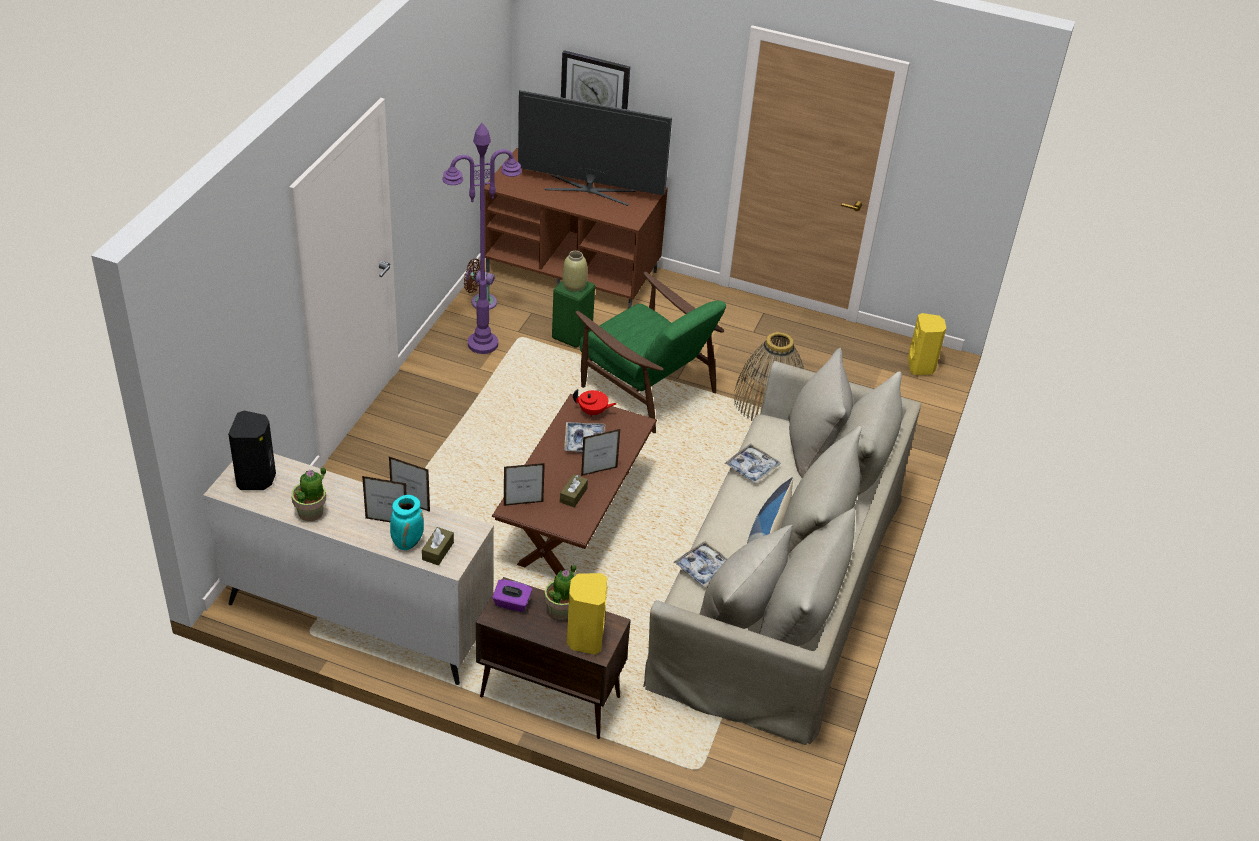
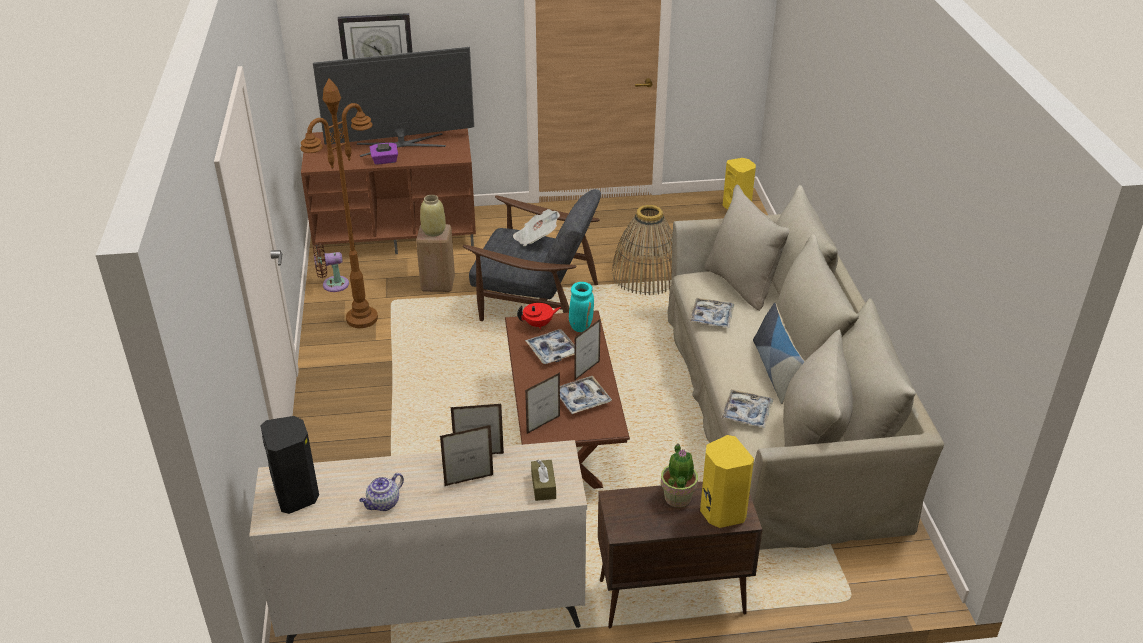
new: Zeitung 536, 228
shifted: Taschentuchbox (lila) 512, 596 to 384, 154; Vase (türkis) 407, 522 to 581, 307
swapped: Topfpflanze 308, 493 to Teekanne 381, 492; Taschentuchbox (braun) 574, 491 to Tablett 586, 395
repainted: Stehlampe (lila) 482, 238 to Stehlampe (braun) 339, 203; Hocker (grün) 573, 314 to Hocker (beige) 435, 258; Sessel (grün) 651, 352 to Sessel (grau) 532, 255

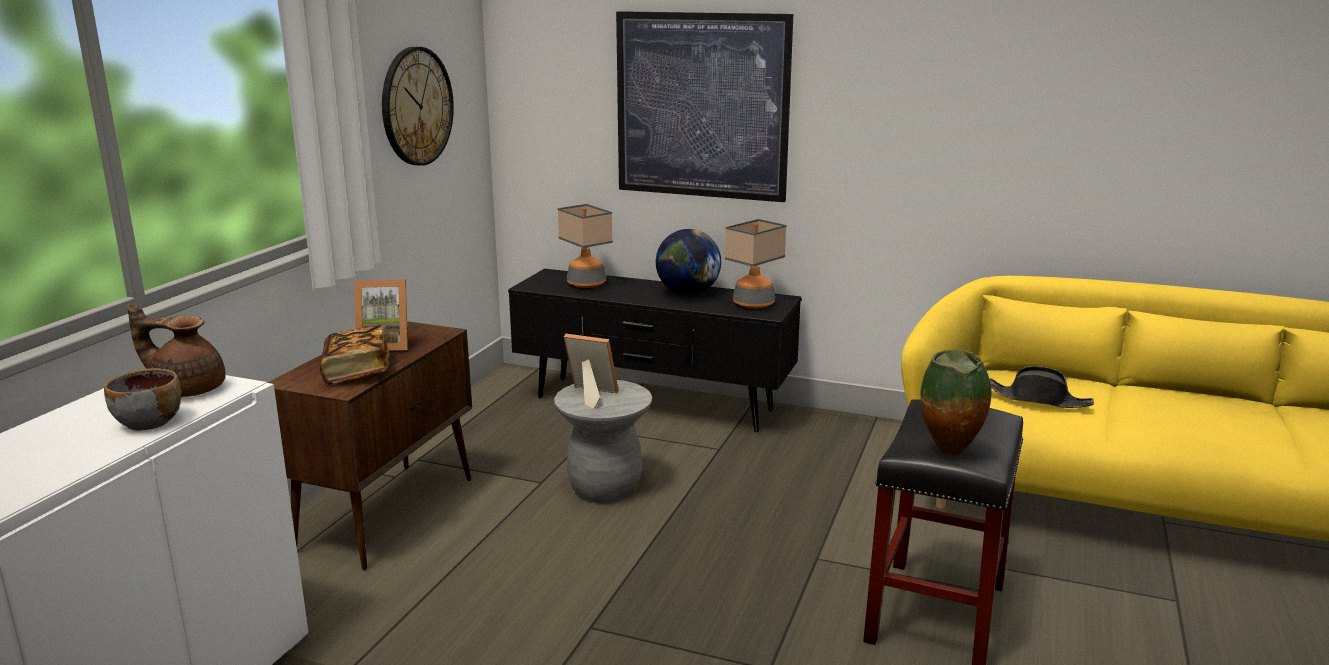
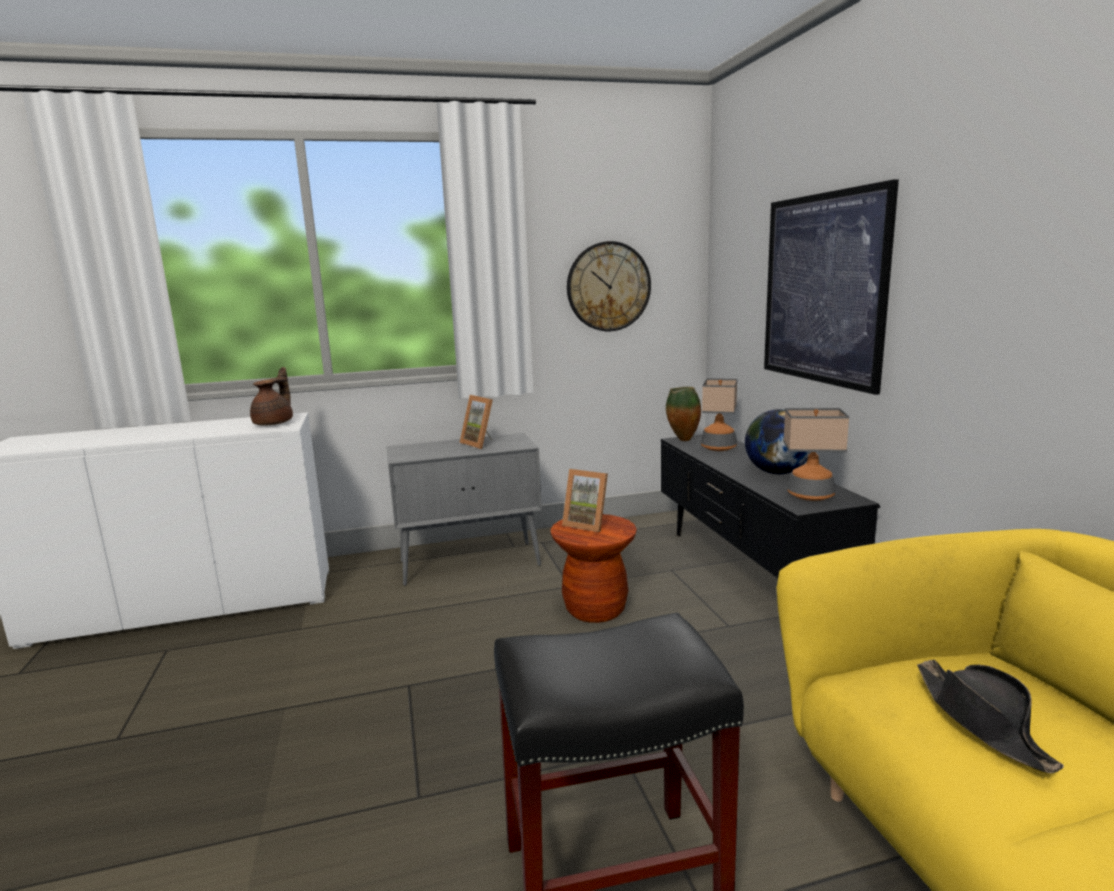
gone: Schüssel (grau) 142, 399; Buch 355, 355
shifted: Vase 956, 403 to 683, 414
repainted: Schrank (braun) 369, 446 to Schrank (grau) 464, 509; Hocker (grau) 603, 441 to Hocker (braun) 594, 568
rotated: Teekanne (braun) 176, 350 = 271, 396 45 degrees clockwise; Bilderrahmen 591, 371 = 585, 500 135 degrees clockwise

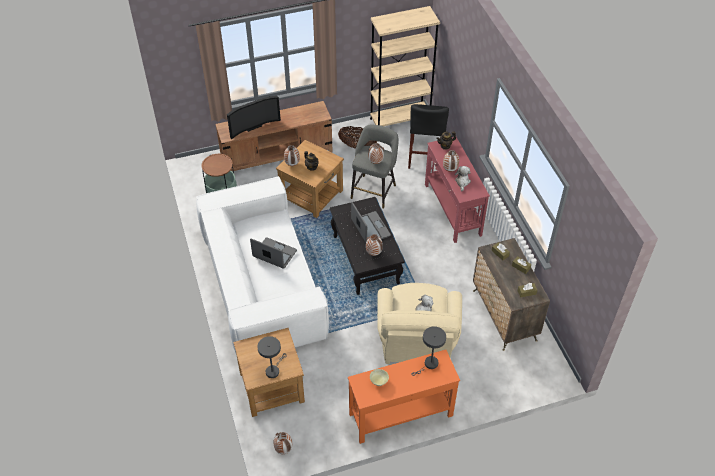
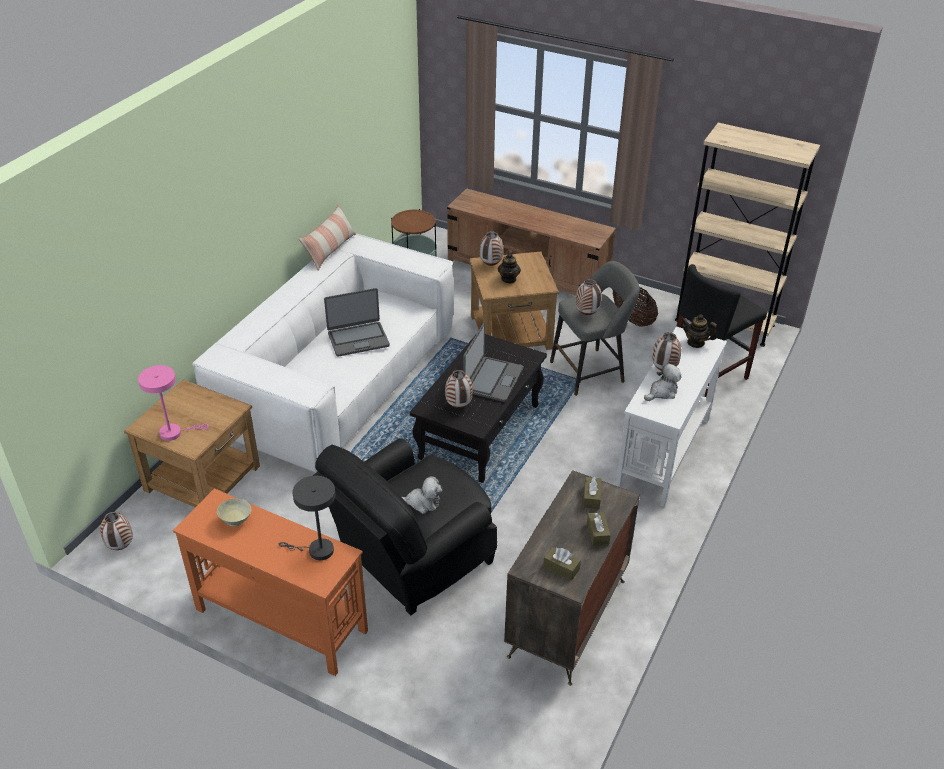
gone: Fernseher 254, 118
new: Kissen 327, 237
repainted: Tischlampe (grau) 272, 357 to Tischlampe (rosa) 173, 403; Sessel (beige) 419, 323 to Sessel (schwarz) 405, 527; Konsolentisch (rot) 457, 190 to Konsolentisch (weiß) 671, 416
rotated: Laptop 273, 253 = 357, 322 90 degrees clockwise

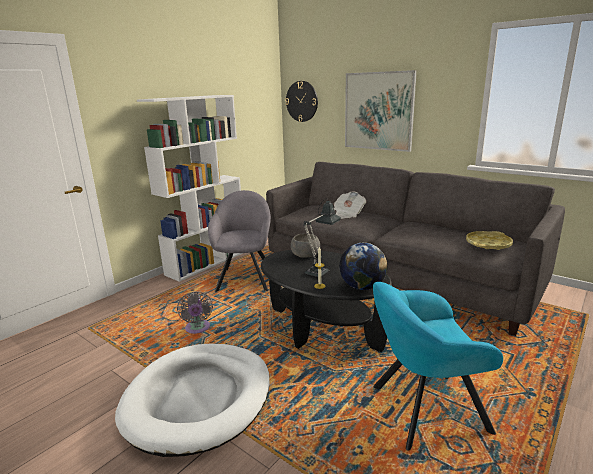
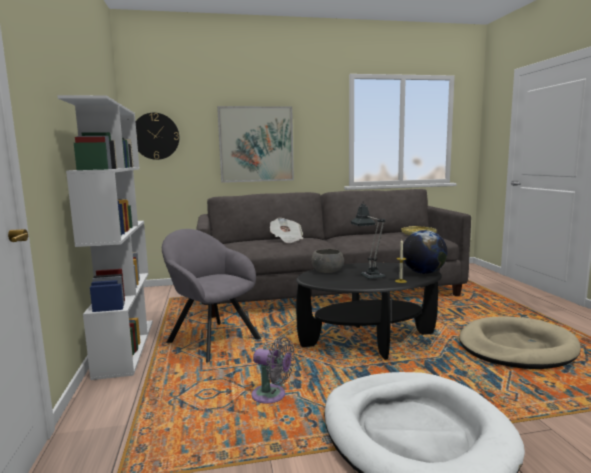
swapped: Sessel (türkis) 438, 366 to Hundebett (beige) 520, 342

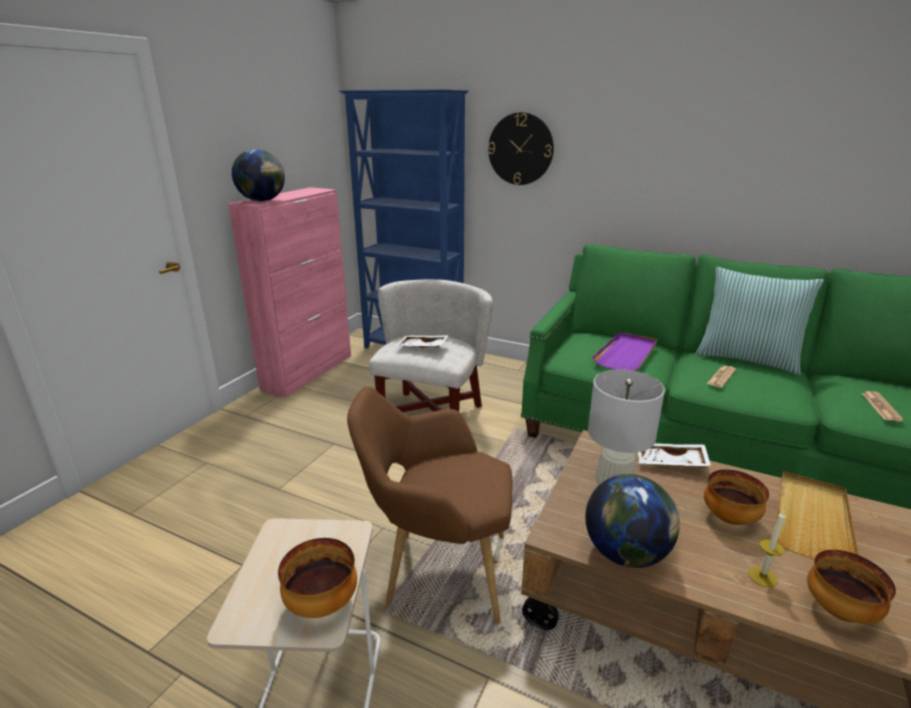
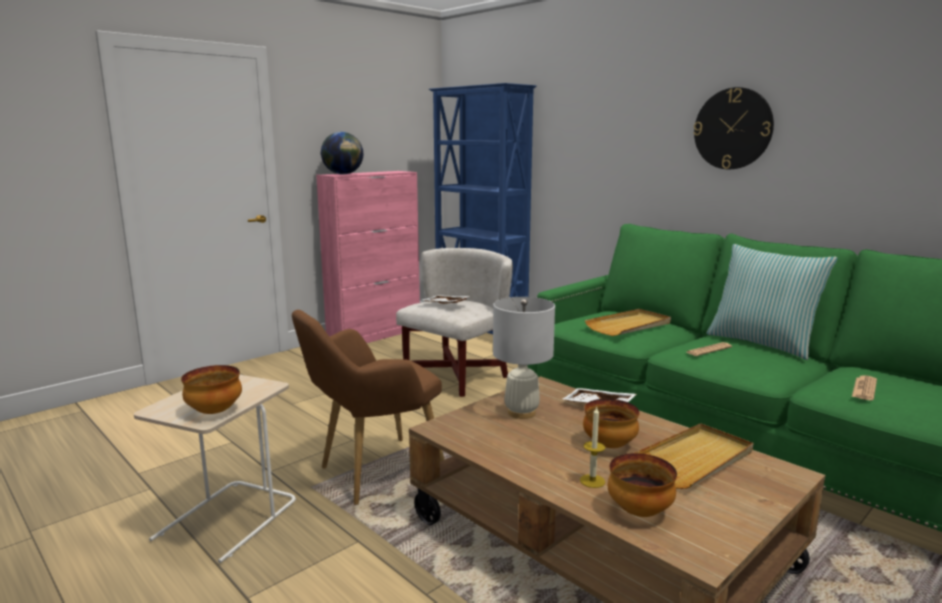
gone: Globus 632, 521
shifted: Wanduhr 521, 148 to 733, 128
repainted: Tablett (lila) 624, 351 to Tablett (beige) 628, 322
rotated: Sessel (braun) 429, 505 = 368, 407 60 degrees counterclockwise

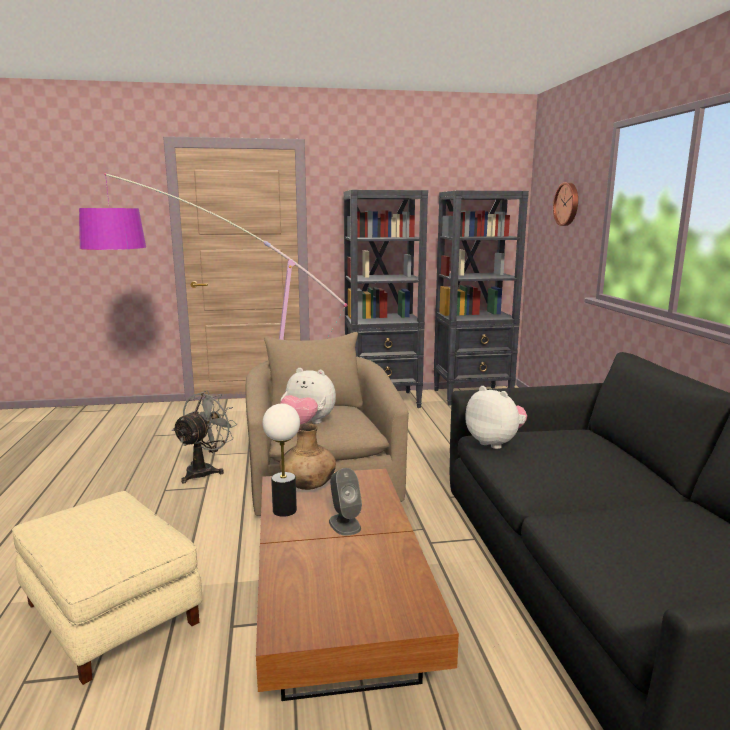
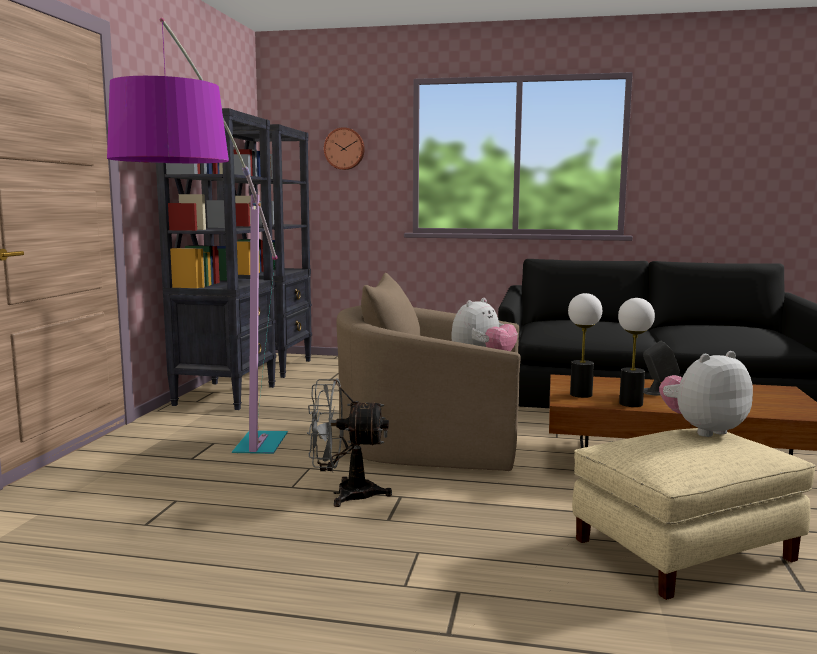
shifted: Plüschtier 496, 417 to 706, 394
swapped: Vase (braun) 307, 456 to Tischlampe 585, 345
rotated: Ventilator (grau) 204, 437 = 349, 442 45 degrees counterclockwise

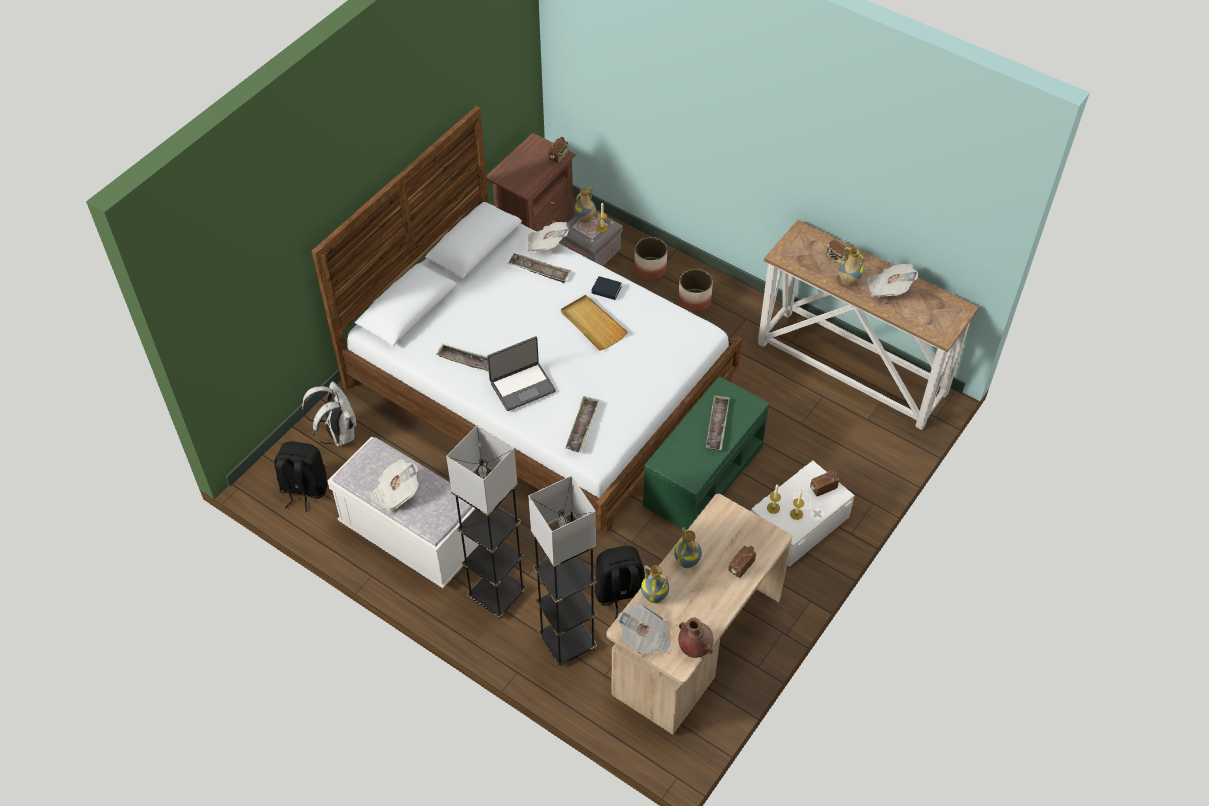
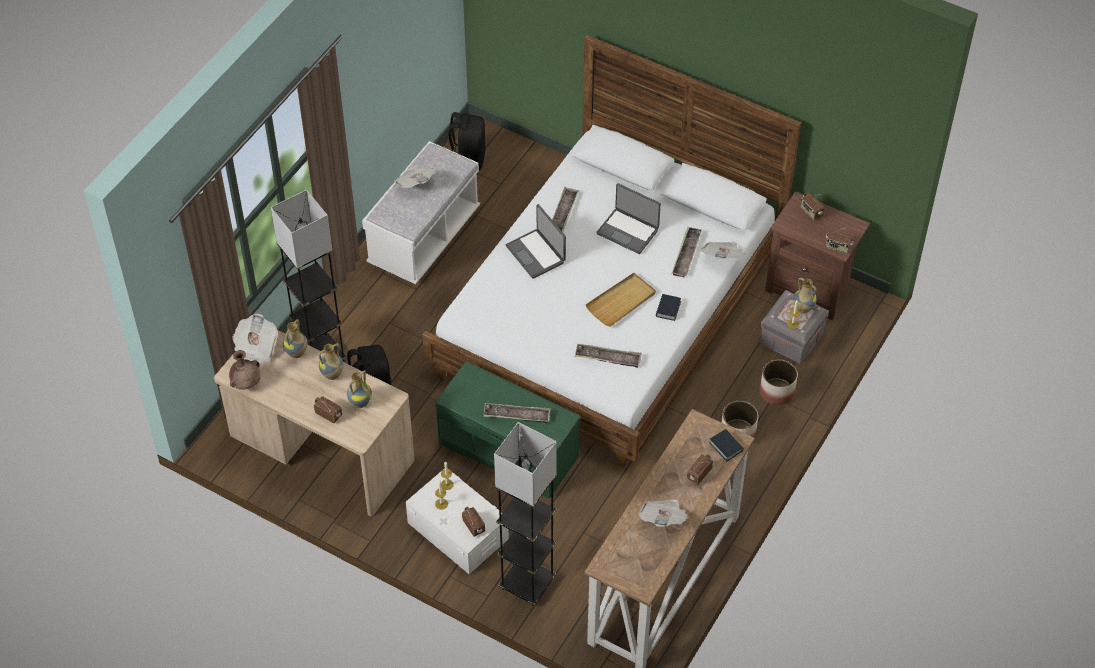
gone: Rucksack (weiß) 329, 413
new: Laptop 628, 218; Buch 726, 445; Radio 812, 206
shifted: Vase 851, 266 to 359, 389; Stehlampe (grau) 486, 522 to 525, 514; Tablett 582, 424 to 608, 356

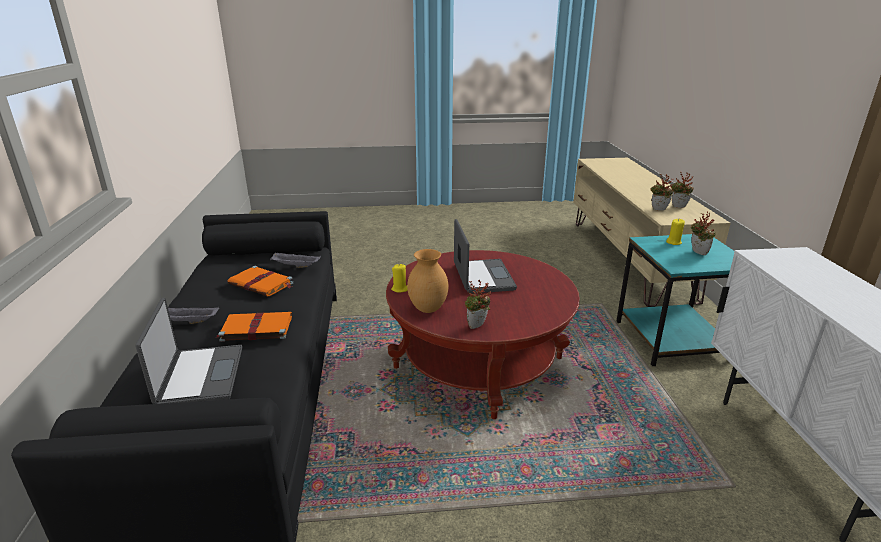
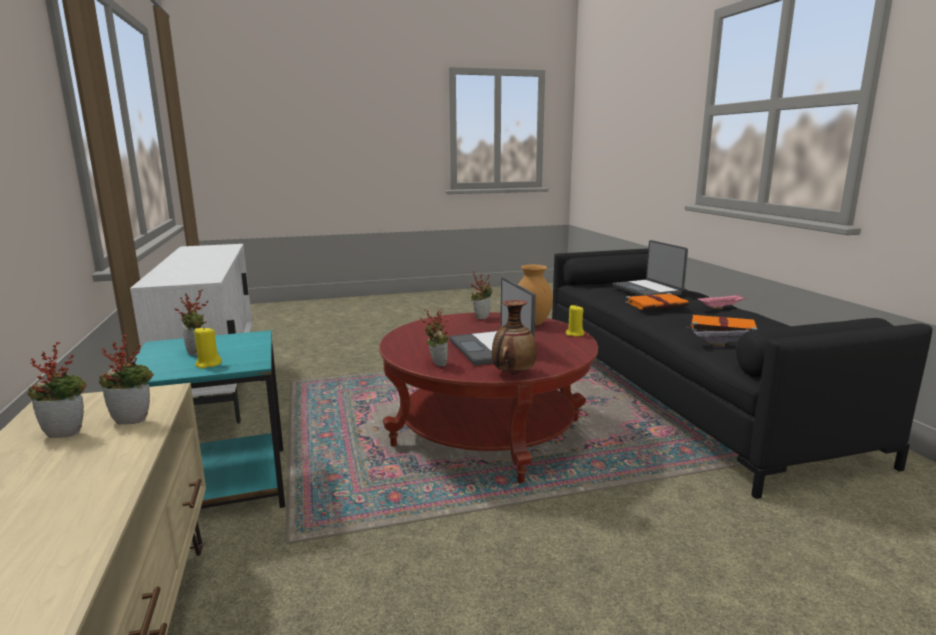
new: Topfpflanze 434, 337; Vase 514, 337
repainted: Tablett (grau) 193, 315 to Tablett (rosa) 722, 301

